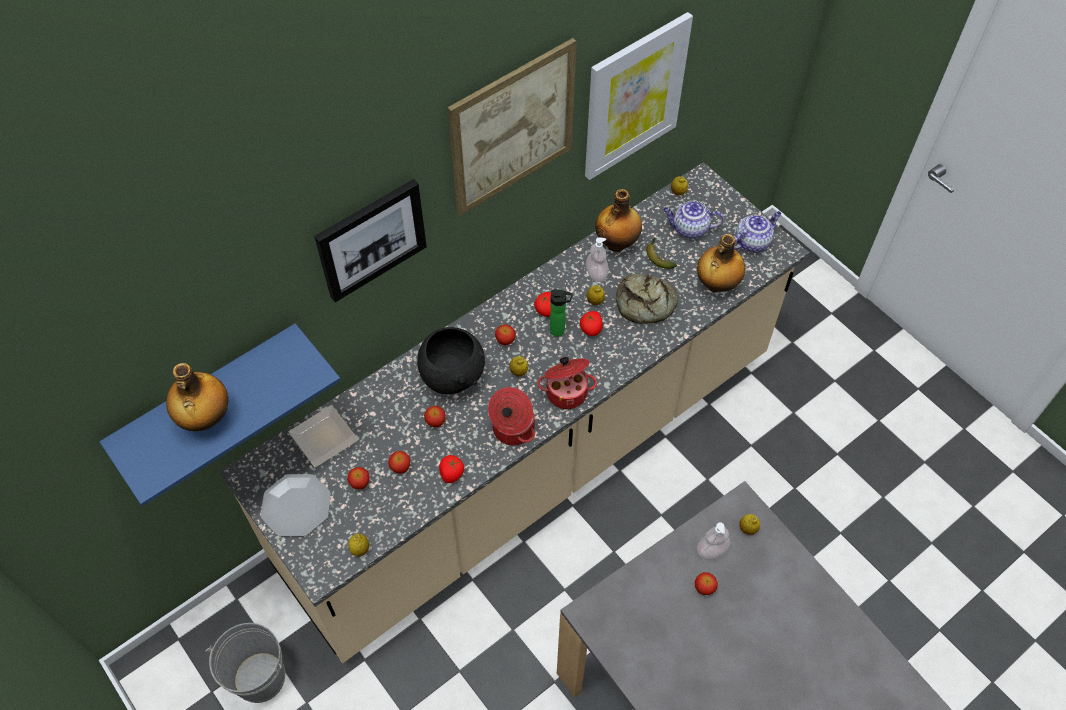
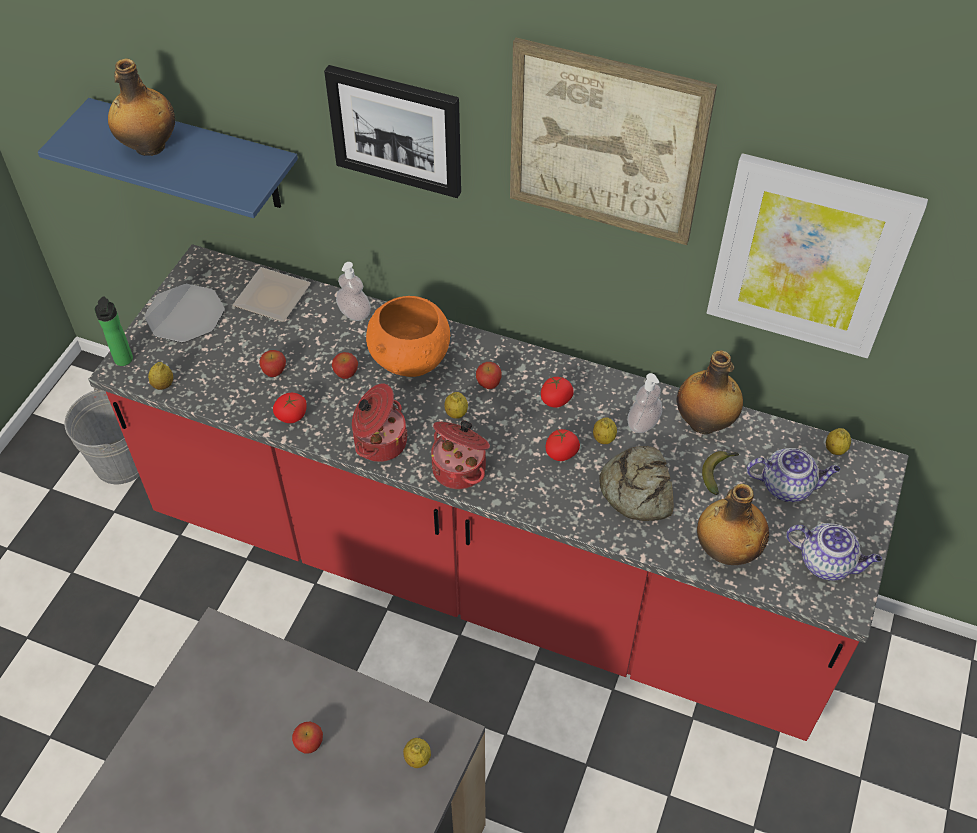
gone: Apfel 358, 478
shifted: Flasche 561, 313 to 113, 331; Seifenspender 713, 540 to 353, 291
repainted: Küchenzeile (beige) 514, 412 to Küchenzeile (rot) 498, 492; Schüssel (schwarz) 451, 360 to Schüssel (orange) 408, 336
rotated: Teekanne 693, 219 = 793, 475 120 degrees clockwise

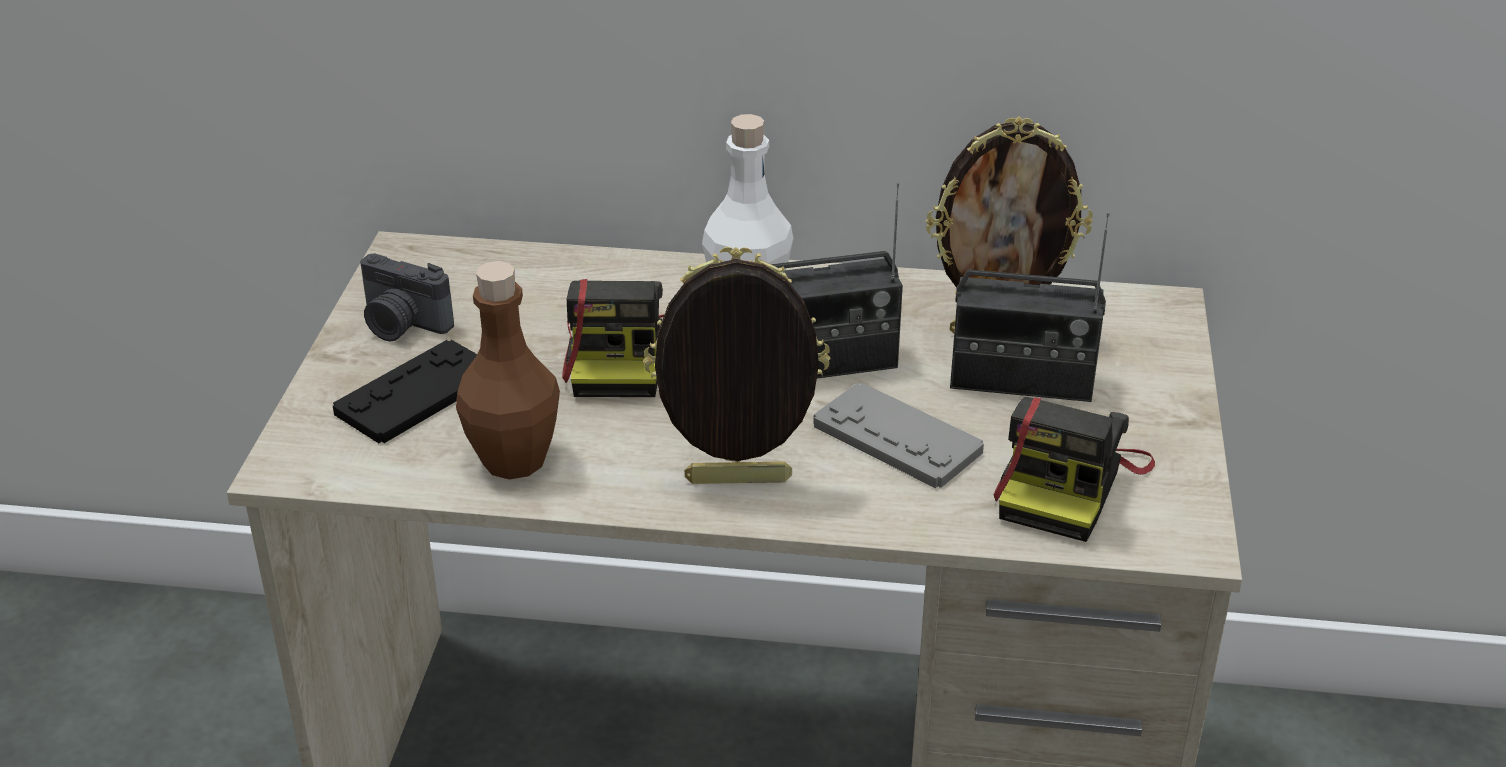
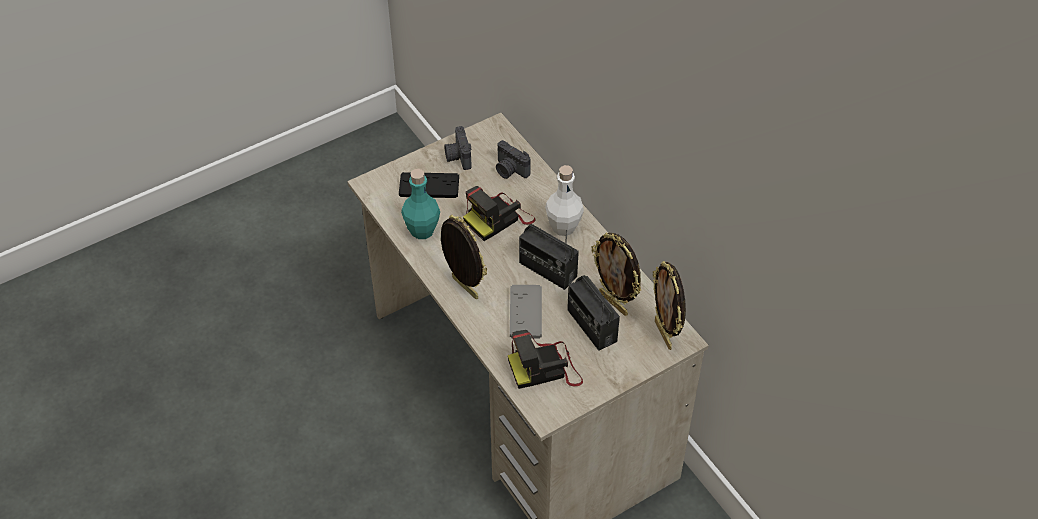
new: Kamera 513, 159; Bilderrahmen 669, 305
repainted: Flasche (braun) 508, 370 to Flasche (türkis) 420, 204

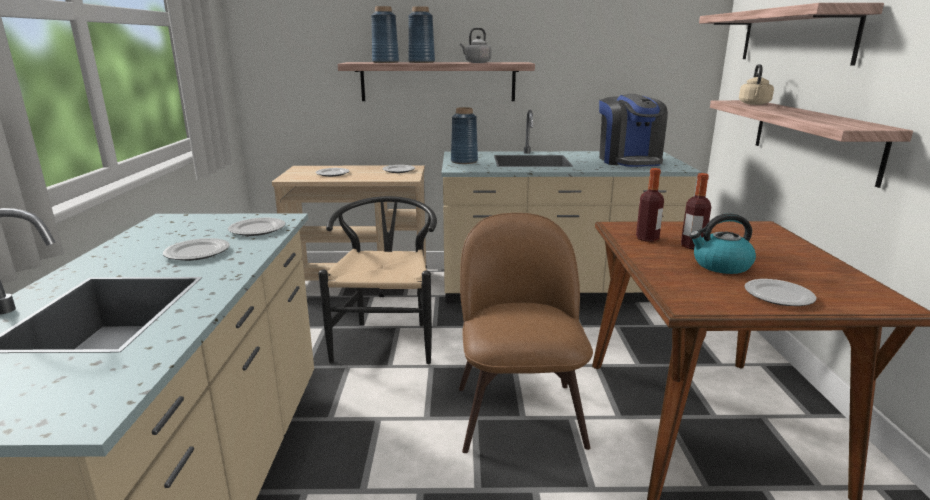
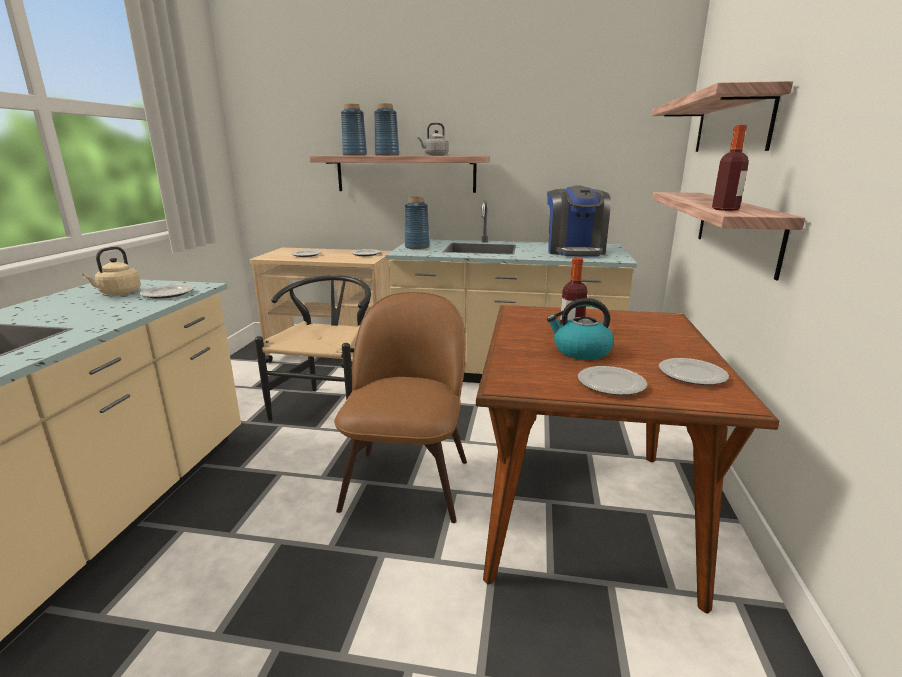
shifted: Wasserkessel (beige) 756, 84 to 111, 271; Teller 196, 249 to 694, 371; Flasche 650, 205 to 730, 168

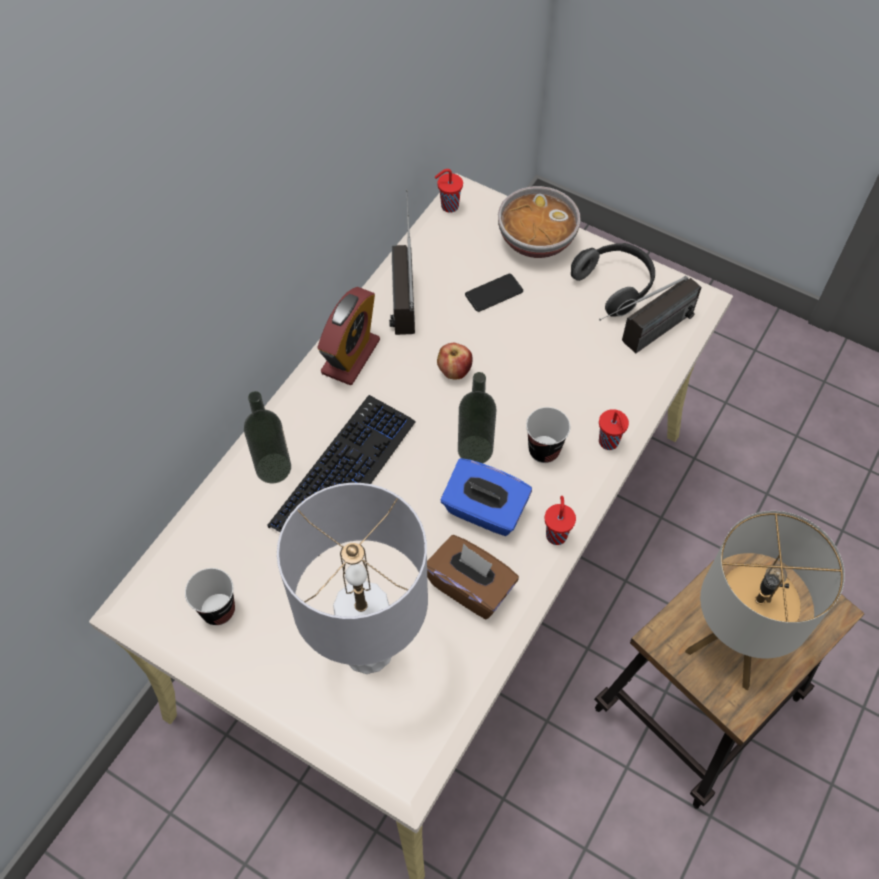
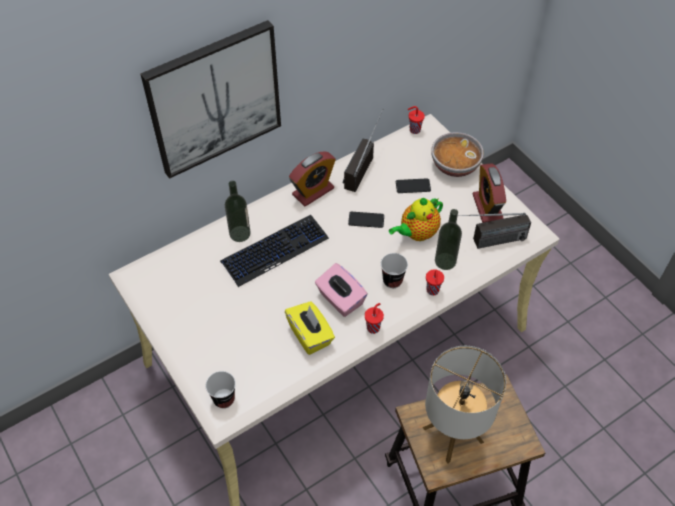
gone: Tischlampe (grau) 352, 578
new: Bild 210, 99; Teekanne 416, 219
shifted: Tasse 210, 596 to 221, 389; Flasche 477, 417 to 448, 239
swapped: Apfel 455, 361 to Handy 366, 220; Kopfhörer 613, 280 to Wecker 489, 193
repainted: Taschentuchbox (braun) 473, 577 to Taschentuchbox (gelb) 310, 328; Taschentuchbox (blau) 486, 497 to Taschentuchbox (rosa) 341, 290

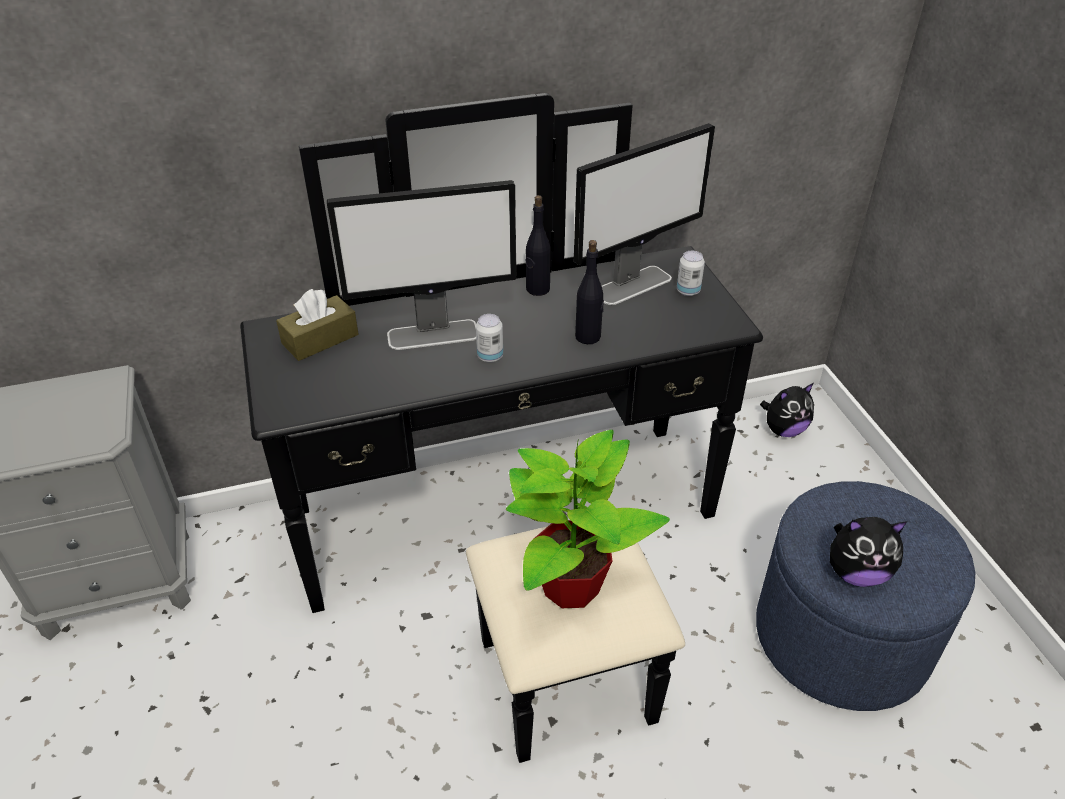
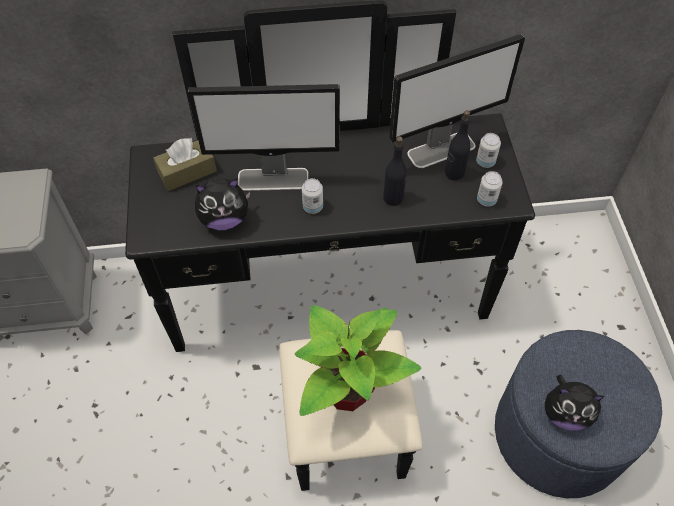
new: Dose 490, 188
shifted: Plüschtier 787, 410 to 222, 204; Flasche (schwarz) 538, 245 to 457, 145

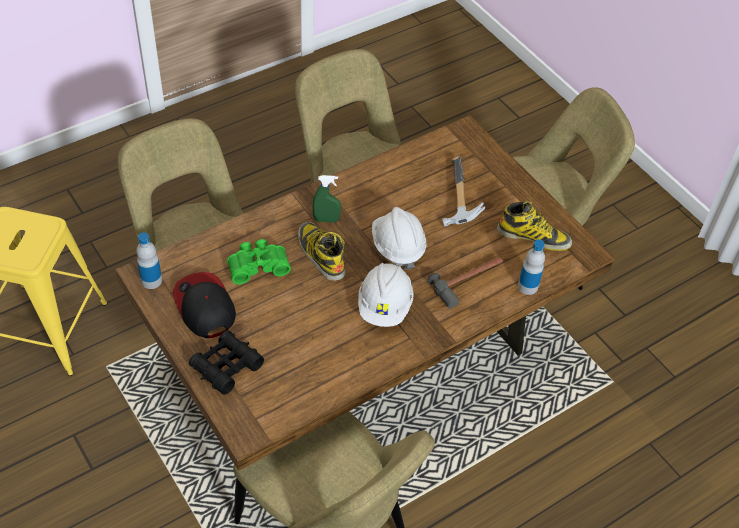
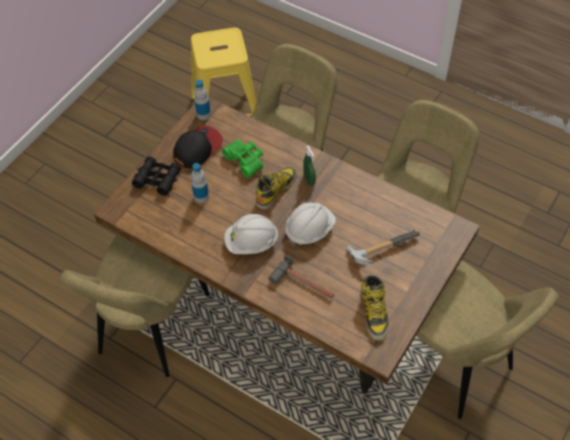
shifted: Flasche 531, 267 to 200, 183

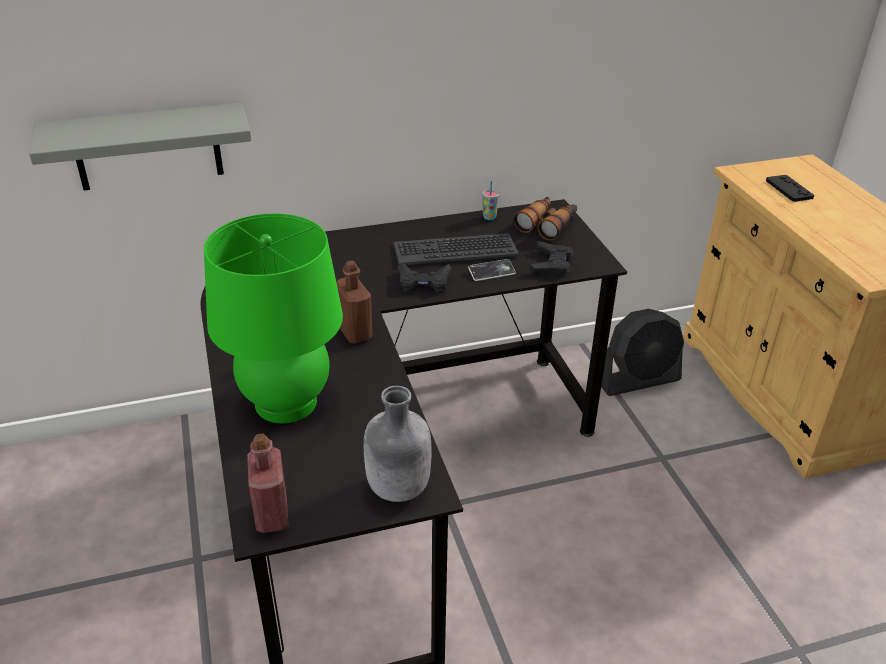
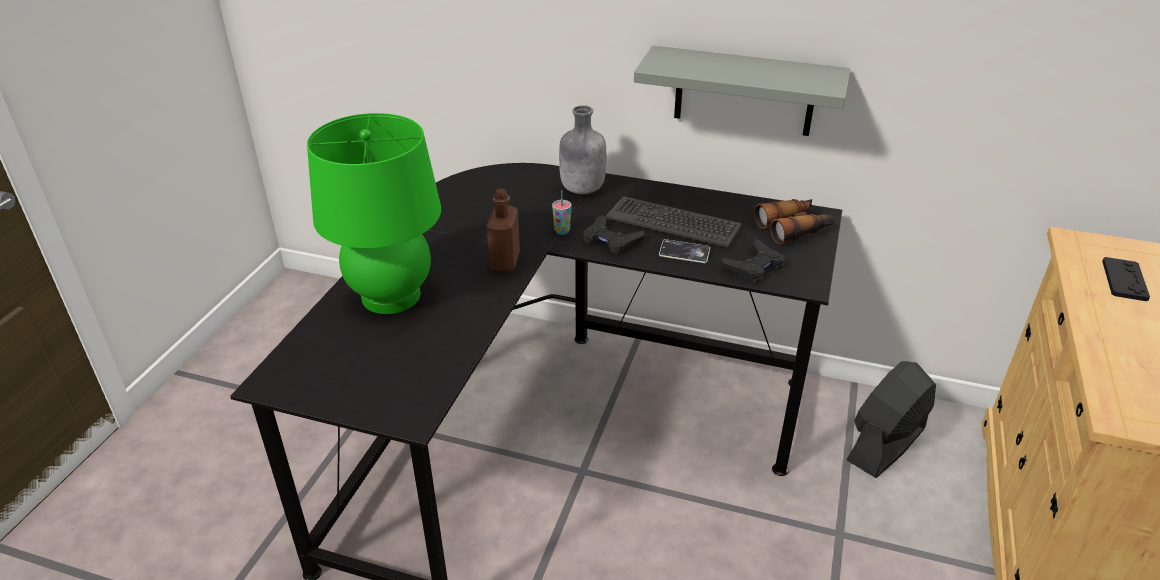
gone: Flasche (rot) 268, 483
shifted: Tasse 490, 200 to 562, 213; Flasche (grau) 398, 444 to 582, 149; Wandregal (grau) 140, 147 to 742, 91
rotated: Ventilator (schwarz) 642, 352 = 891, 419 120 degrees clockwise

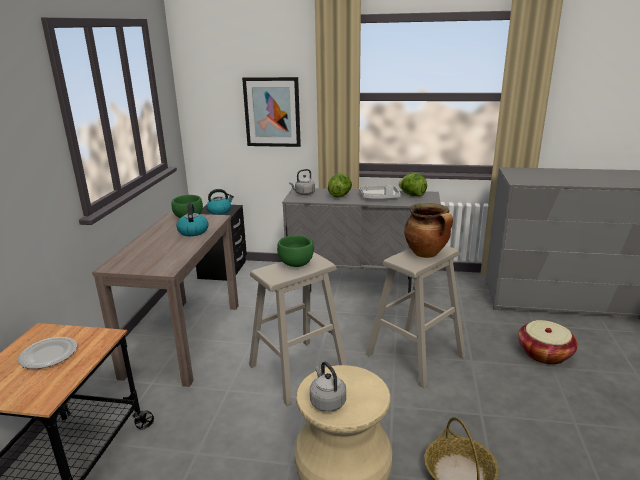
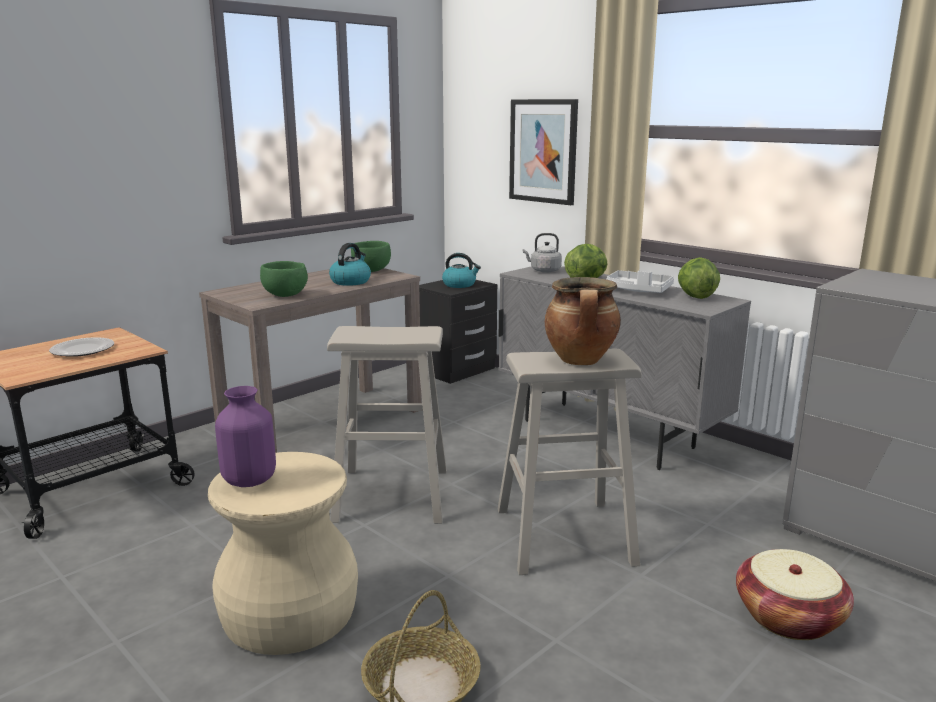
shifted: Schüssel (grün) 295, 251 to 284, 279
swapped: Wasserkessel (grau) 328, 386 to Vase (lila) 245, 436

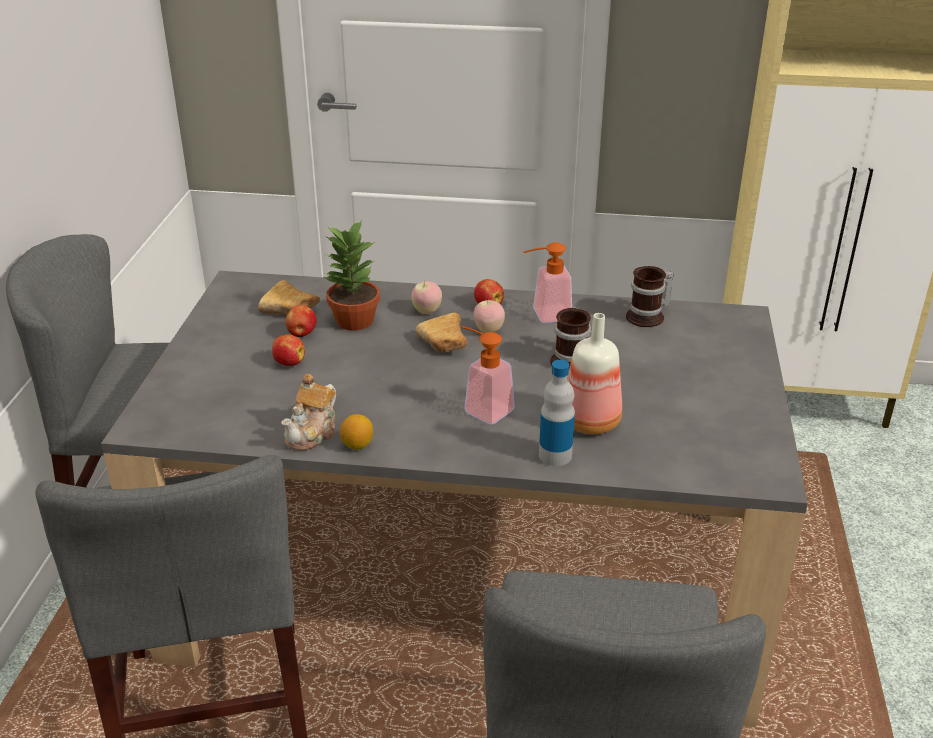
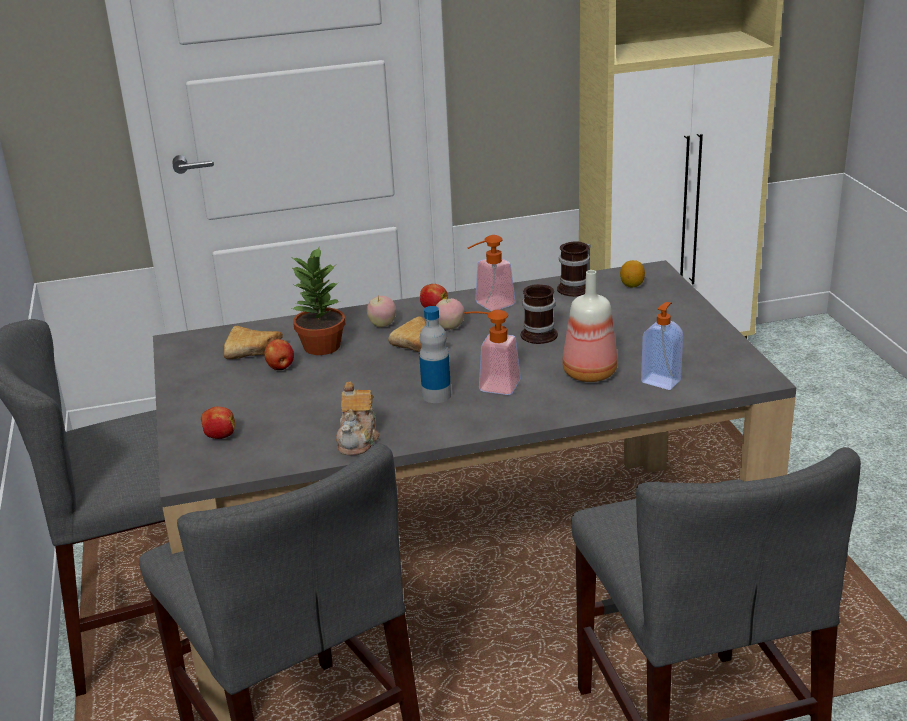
new: Seifenspender 662, 346
shifted: Apfel 288, 350 to 218, 423; Flasche 557, 413 to 435, 354; Zitrone 356, 432 to 632, 273

